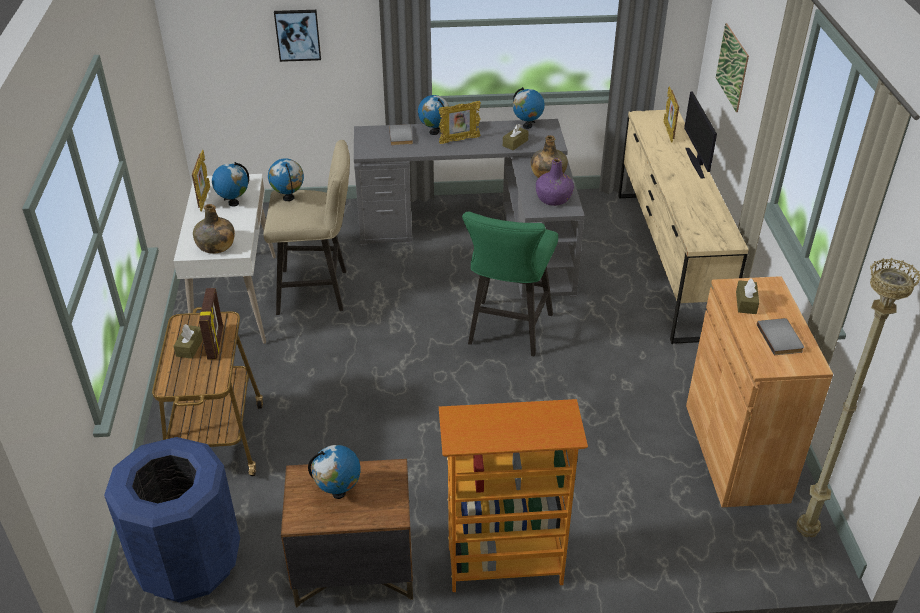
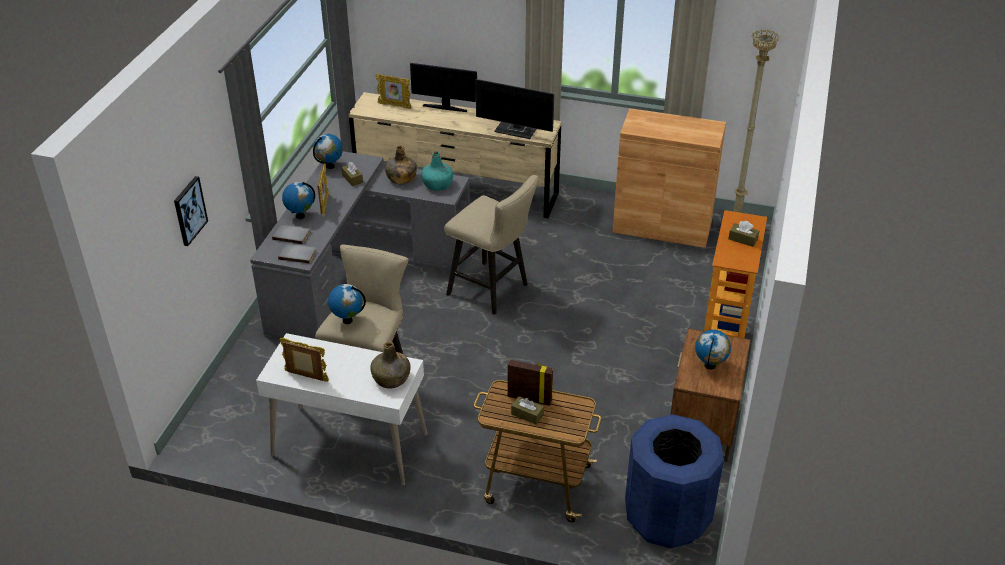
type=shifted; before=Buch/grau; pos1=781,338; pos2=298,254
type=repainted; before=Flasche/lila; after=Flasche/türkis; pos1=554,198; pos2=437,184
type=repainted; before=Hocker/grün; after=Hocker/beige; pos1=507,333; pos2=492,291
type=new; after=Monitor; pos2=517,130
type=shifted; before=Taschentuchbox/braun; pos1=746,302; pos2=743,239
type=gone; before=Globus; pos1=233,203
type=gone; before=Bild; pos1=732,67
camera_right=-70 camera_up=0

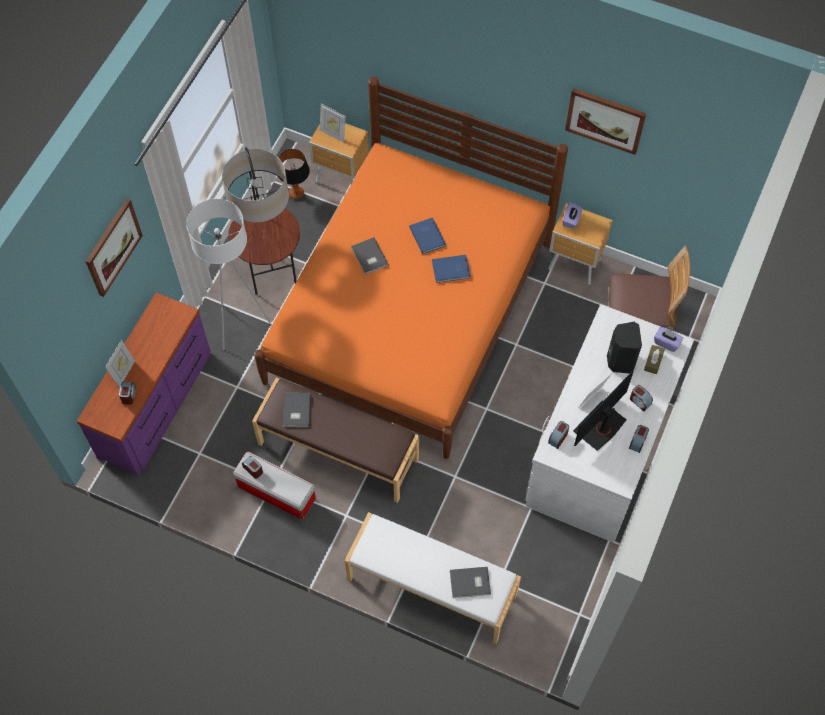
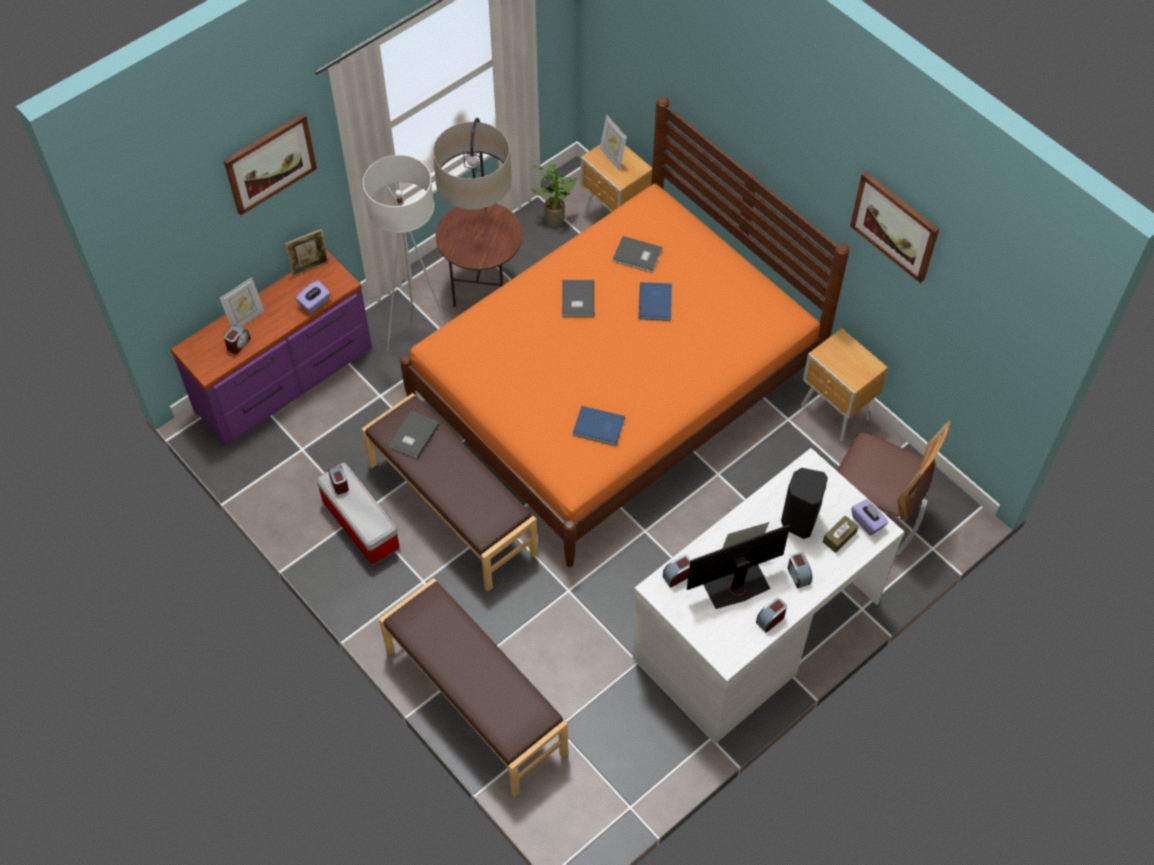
type=new; after=Bilderrahmen; pos2=310,267
type=shifted; before=Taschentuchbox/lila; pos1=571,220; pos2=315,303
type=repainted; before=Bank/weiß; after=Bank/braun; pos1=431,588; pos2=474,702
type=swapped; before=Tischlampe; after=Topfpflanze; pos1=296,193; pos2=556,217
type=shifted; before=Buch/blau; pos1=451,270; pos2=599,427
type=shifted; before=Buch/grau; pos1=470,583; pos2=637,256
camera_right=25 camera_up=-5

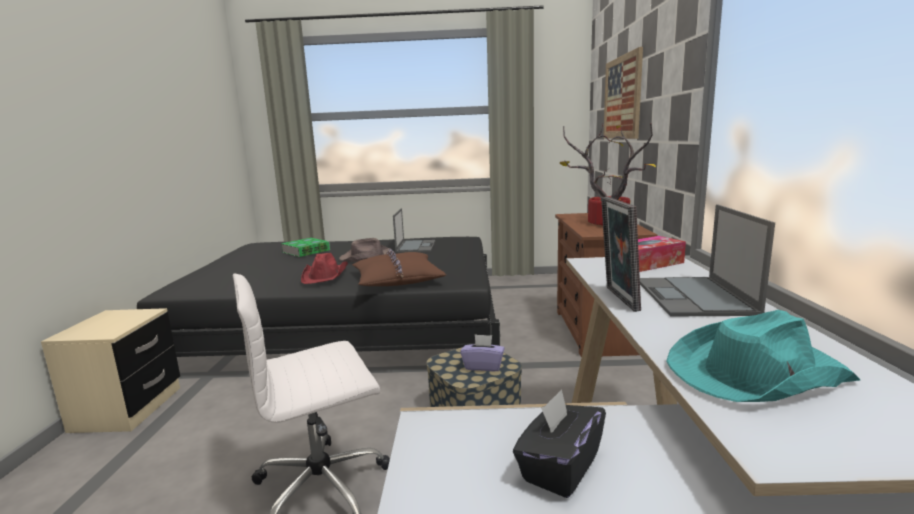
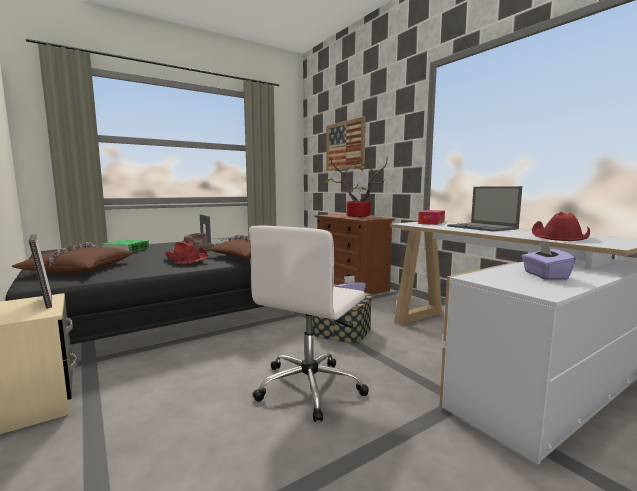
type=new; after=Kissen/braun; pos2=79,269
type=shifted; before=Bilderrahmen; pos1=617,299; pos2=45,302
type=repainted; before=Taschentuchbox/schwarz; after=Taschentuchbox/lila; pos1=559,467; pos2=544,276
type=repainted; before=Hut/türkis; after=Hut/rot; pos1=755,373; pos2=560,237
camera_right=-35 camera_up=-5

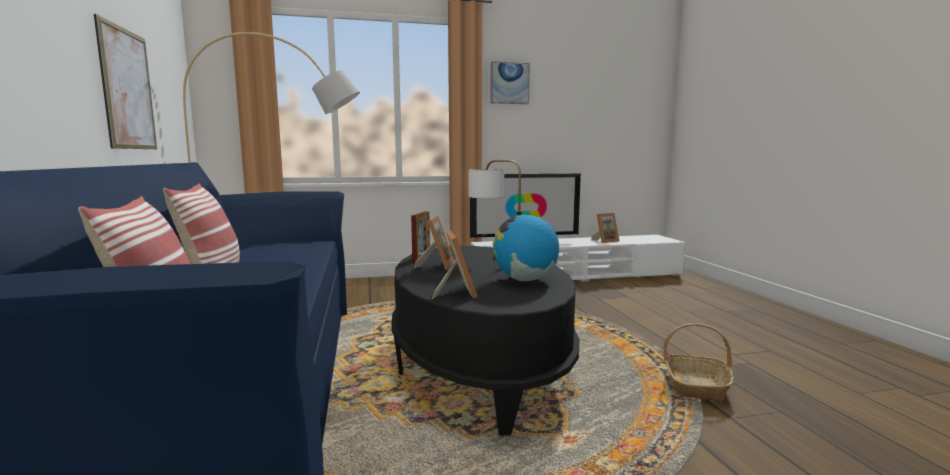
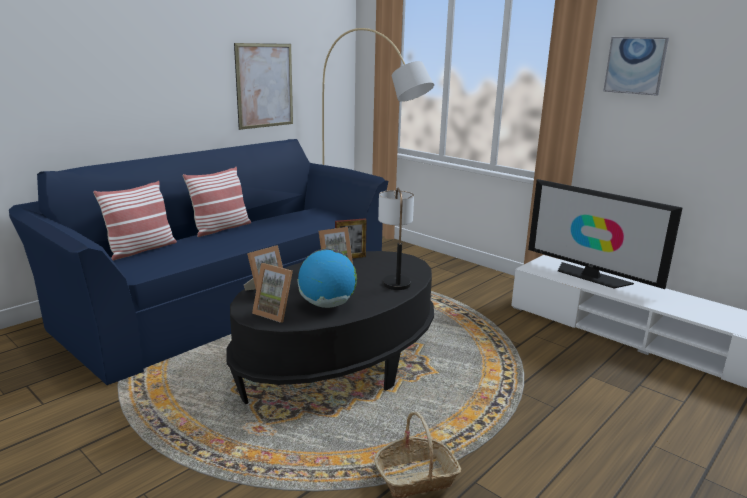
type=shifted; before=Bilderrahmen; pos1=605,241; pos2=276,313
camera_right=55 camera_up=10

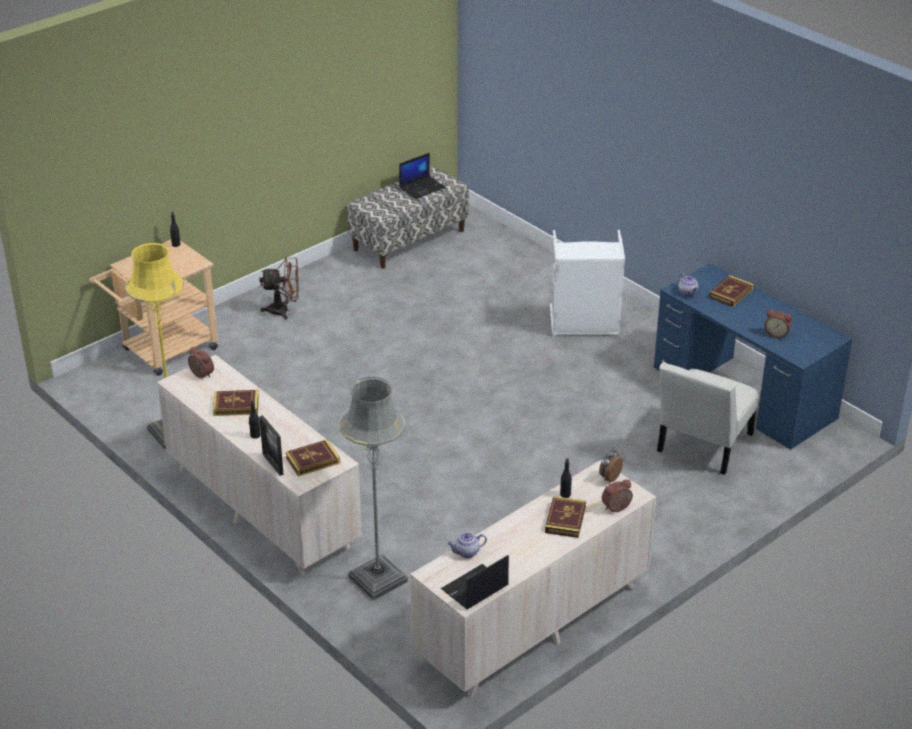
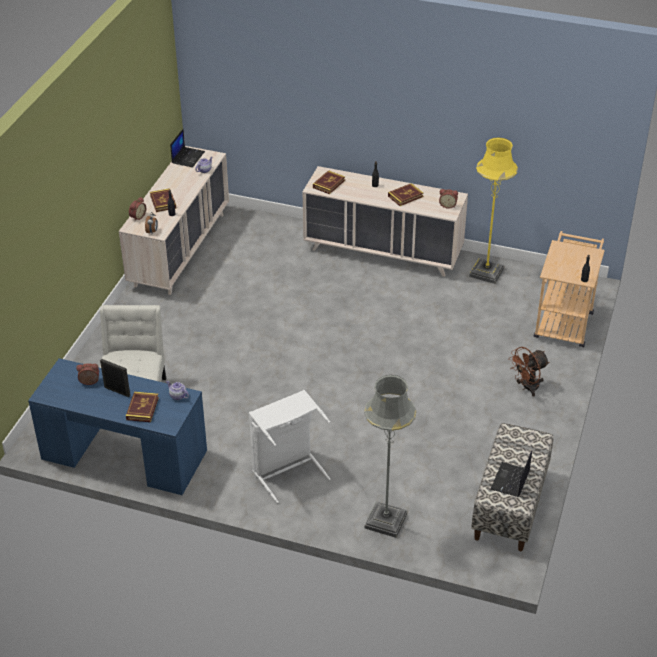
type=shifted; before=Bilderrahmen; pos1=273,464; pos2=117,391
type=shifted; before=Stehlampe/grau; pos1=378,579; pos2=386,521
camera_right=150 camera_up=5

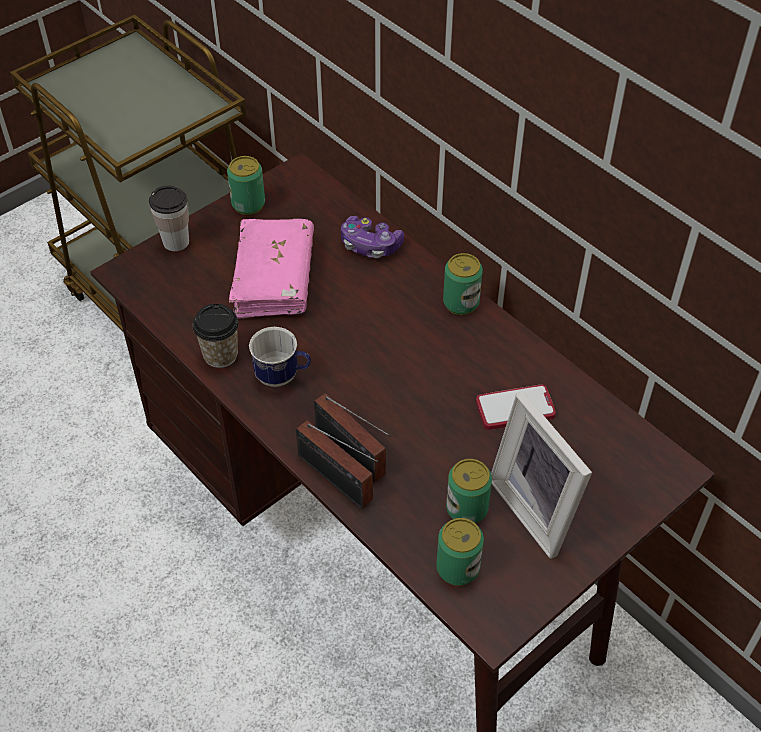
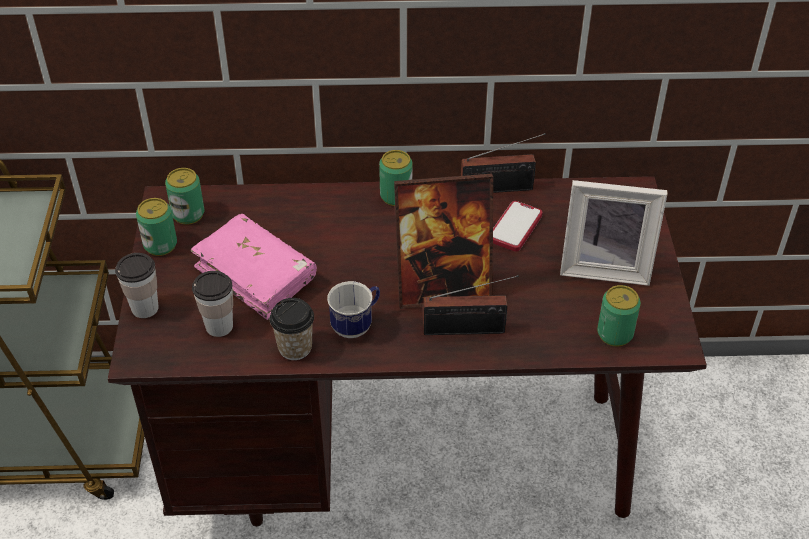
type=shifted; before=Dose; pos1=466,509; pos2=188,214
type=new; after=Tasse; pos2=219,326
type=new; after=Bilderrahmen; pos2=443,289
type=shifted; before=Radio; pos1=338,481; pos2=501,189
type=gone; before=Gamepad; pos1=370,245
camera_right=-50 camera_up=-5

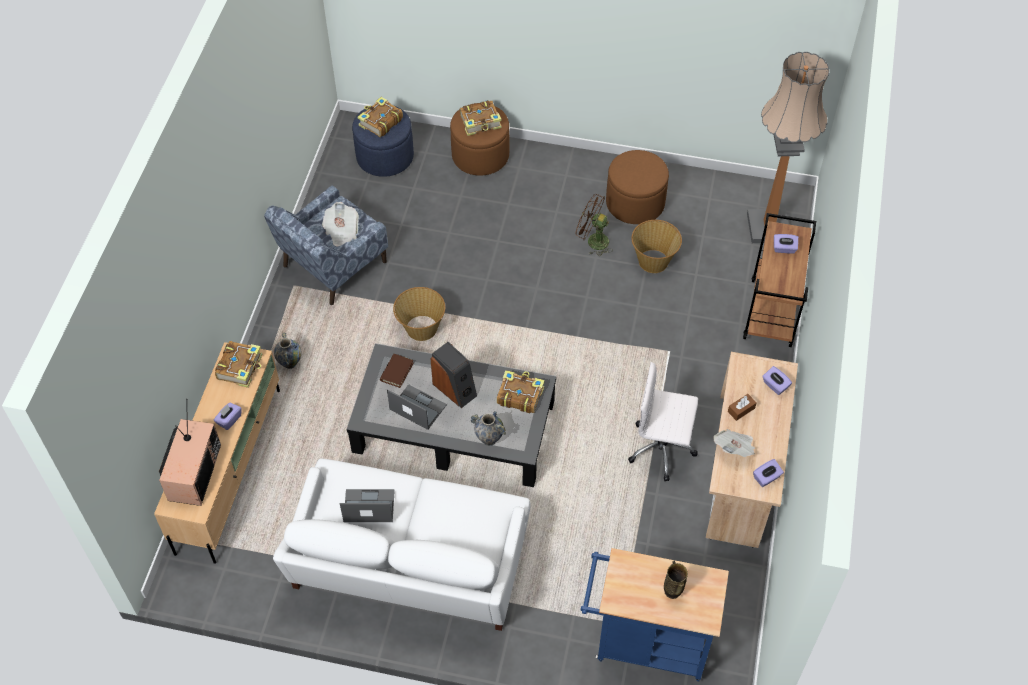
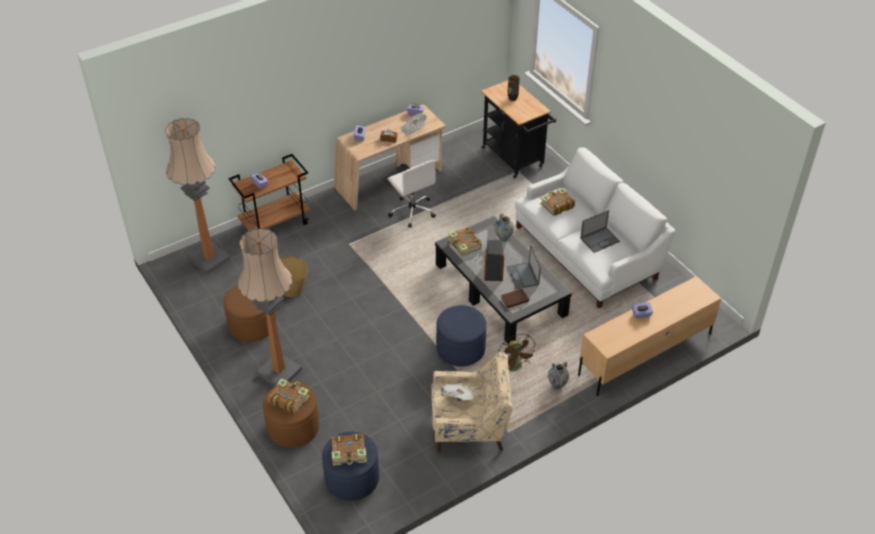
type=new; after=Stehlampe; pos2=279,372
type=repainted; before=Sessel/blau; after=Sessel/beige; pos1=333,265; pos2=470,426
type=swapped; before=Korb; after=Polsterhocker/blau; pos1=421,329; pos2=460,349
type=repainted; before=Rollwagen/blau; after=Rollwagen/schwarz; pos1=645,642; pos2=515,159
type=shifted; before=Ventilator/braun; pos1=593,241; pos2=515,367
type=shifted; before=Buch; pos1=240,367; pos2=556,205
type=rotated; before=Laptop; pos1=368,506; pos2=600,240; turn=-75
type=gone; before=Fernseher; pos1=193,471
camera_right=-135 camera_up=-10

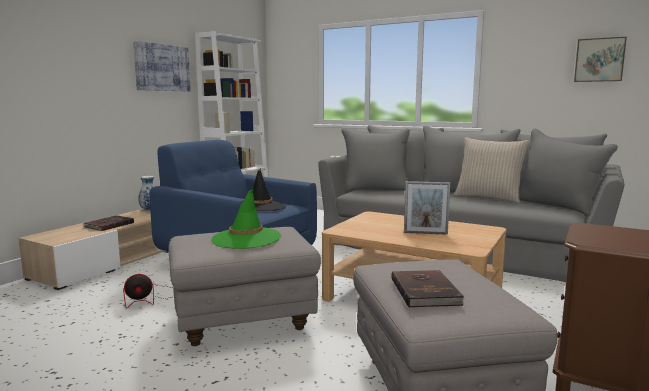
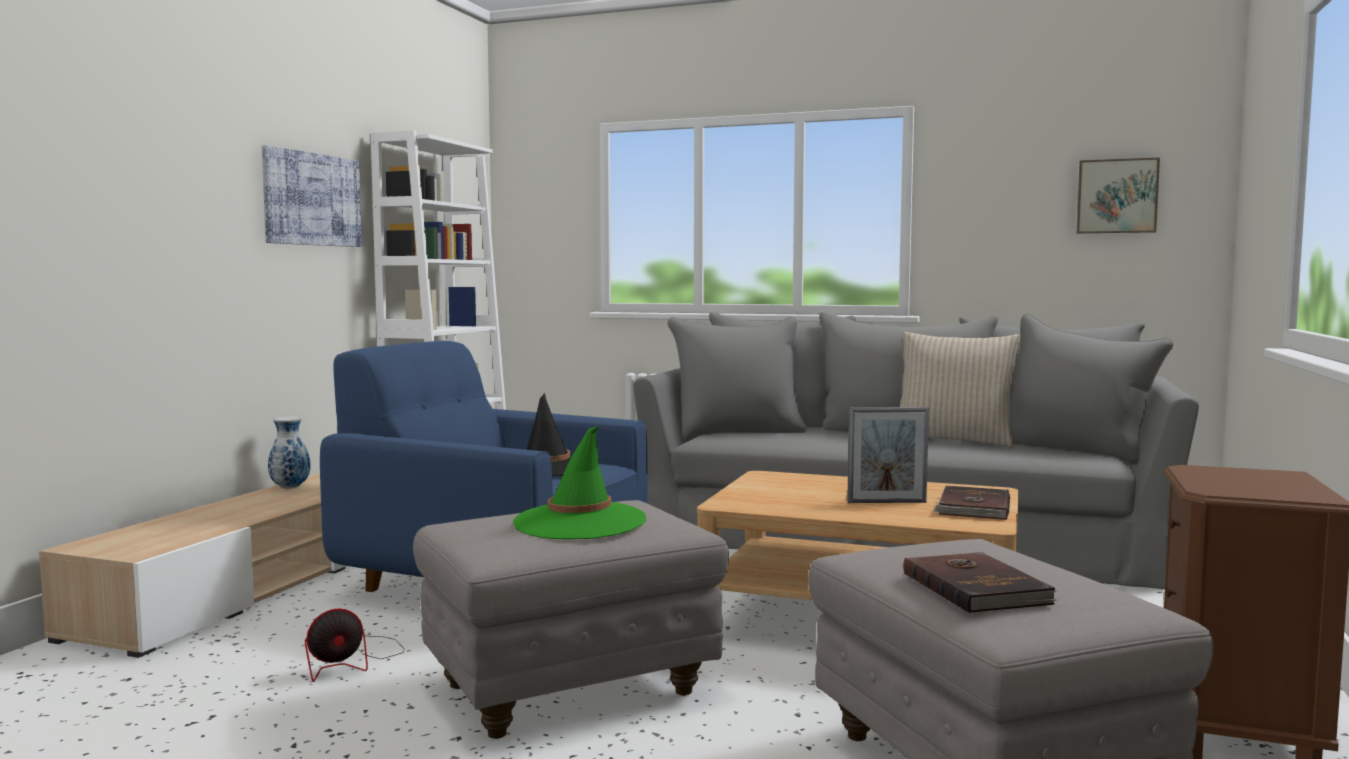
type=shifted; before=Buch/braun; pos1=108,225; pos2=972,507
camera_right=-10 camera_up=-5

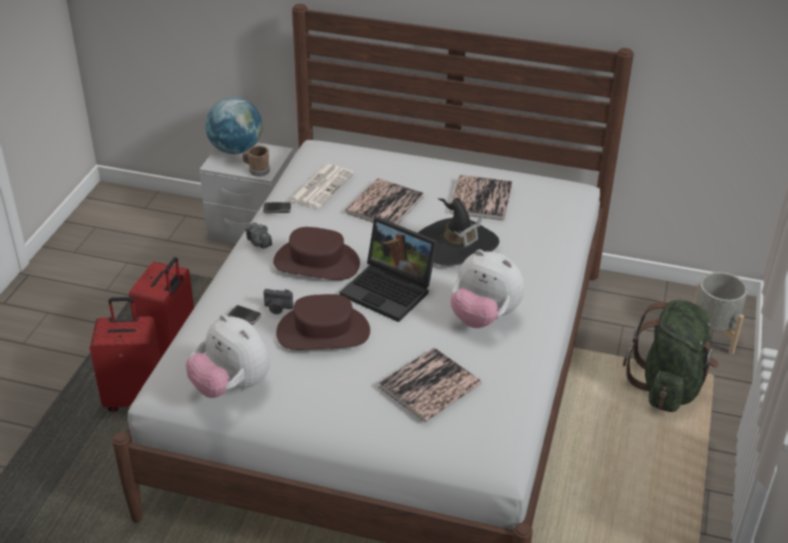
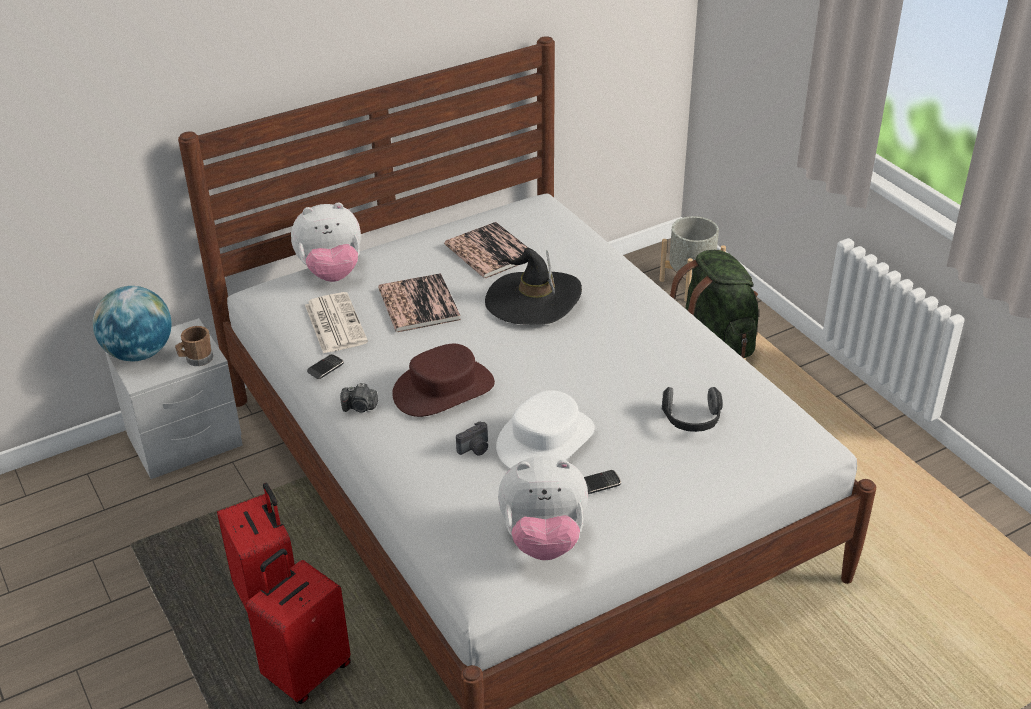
type=shifted; before=Plüschtier; pos1=484,317; pos2=331,273
type=repainted; before=Hut/braun; after=Hut/weiß; pos1=323,331; pos2=545,440
type=shifted; before=Handy; pos1=244,316; pos2=600,484
type=swapped; before=Buch; after=Kopfhörer; pos1=429,386; pos2=691,421
type=gone; before=Laptop; pos1=390,290
camera_right=-45 camera_up=0

